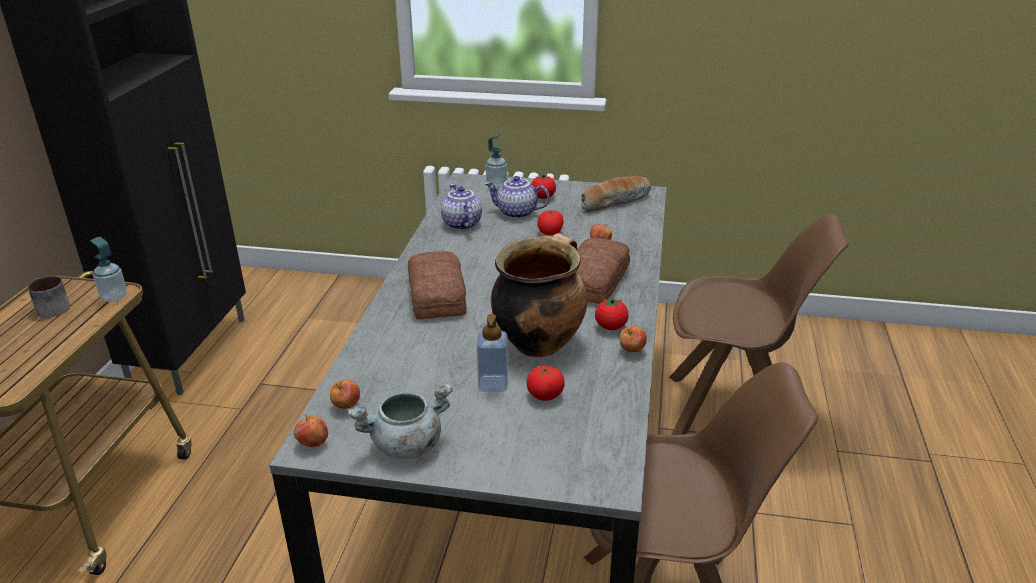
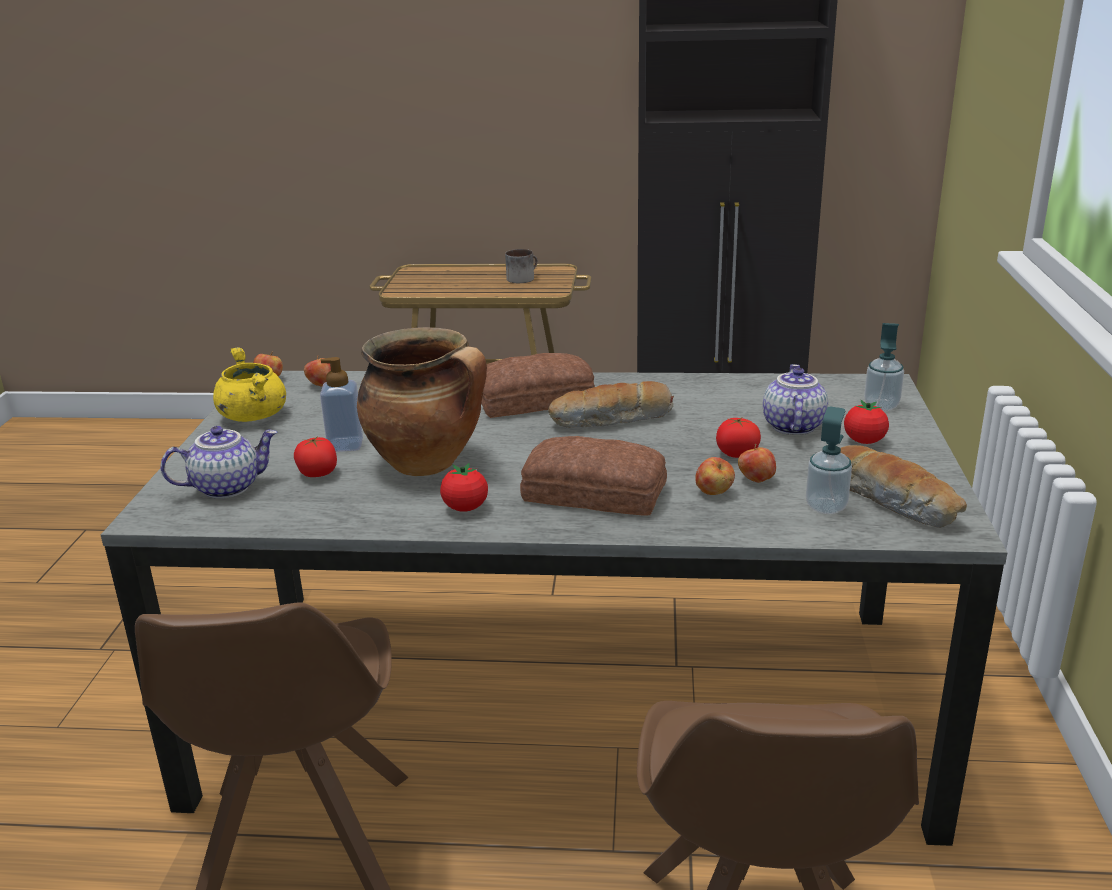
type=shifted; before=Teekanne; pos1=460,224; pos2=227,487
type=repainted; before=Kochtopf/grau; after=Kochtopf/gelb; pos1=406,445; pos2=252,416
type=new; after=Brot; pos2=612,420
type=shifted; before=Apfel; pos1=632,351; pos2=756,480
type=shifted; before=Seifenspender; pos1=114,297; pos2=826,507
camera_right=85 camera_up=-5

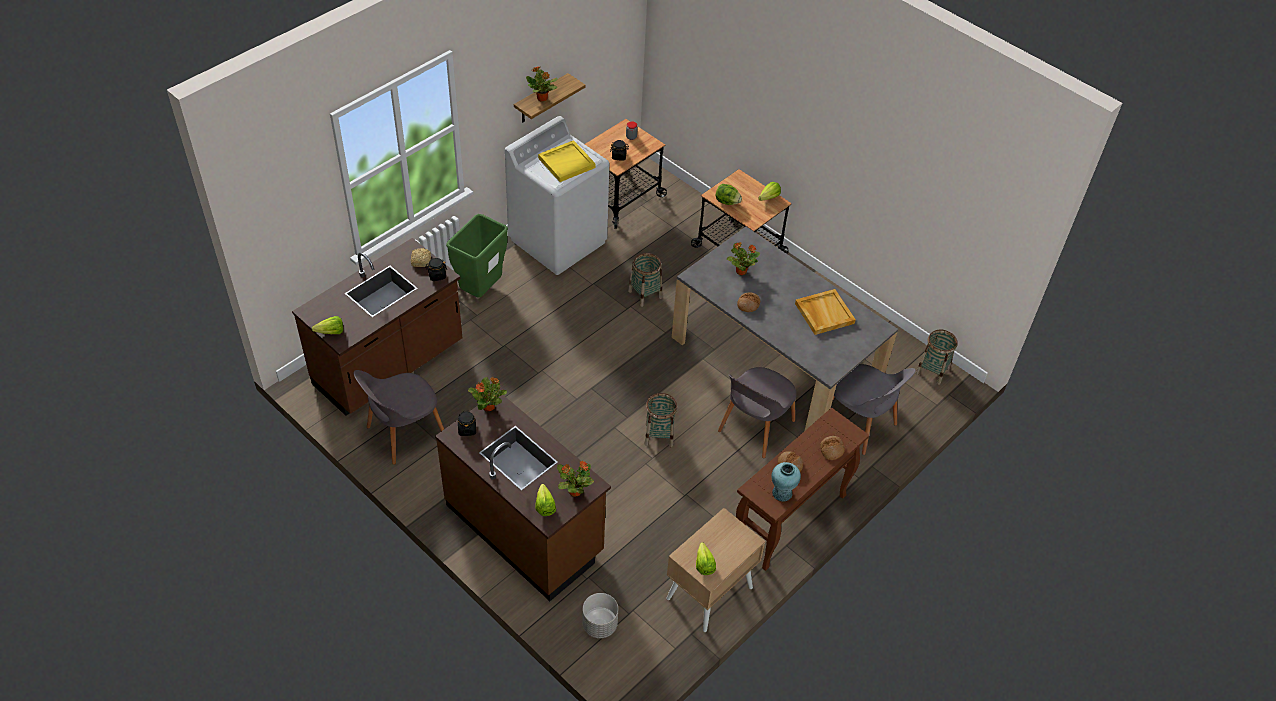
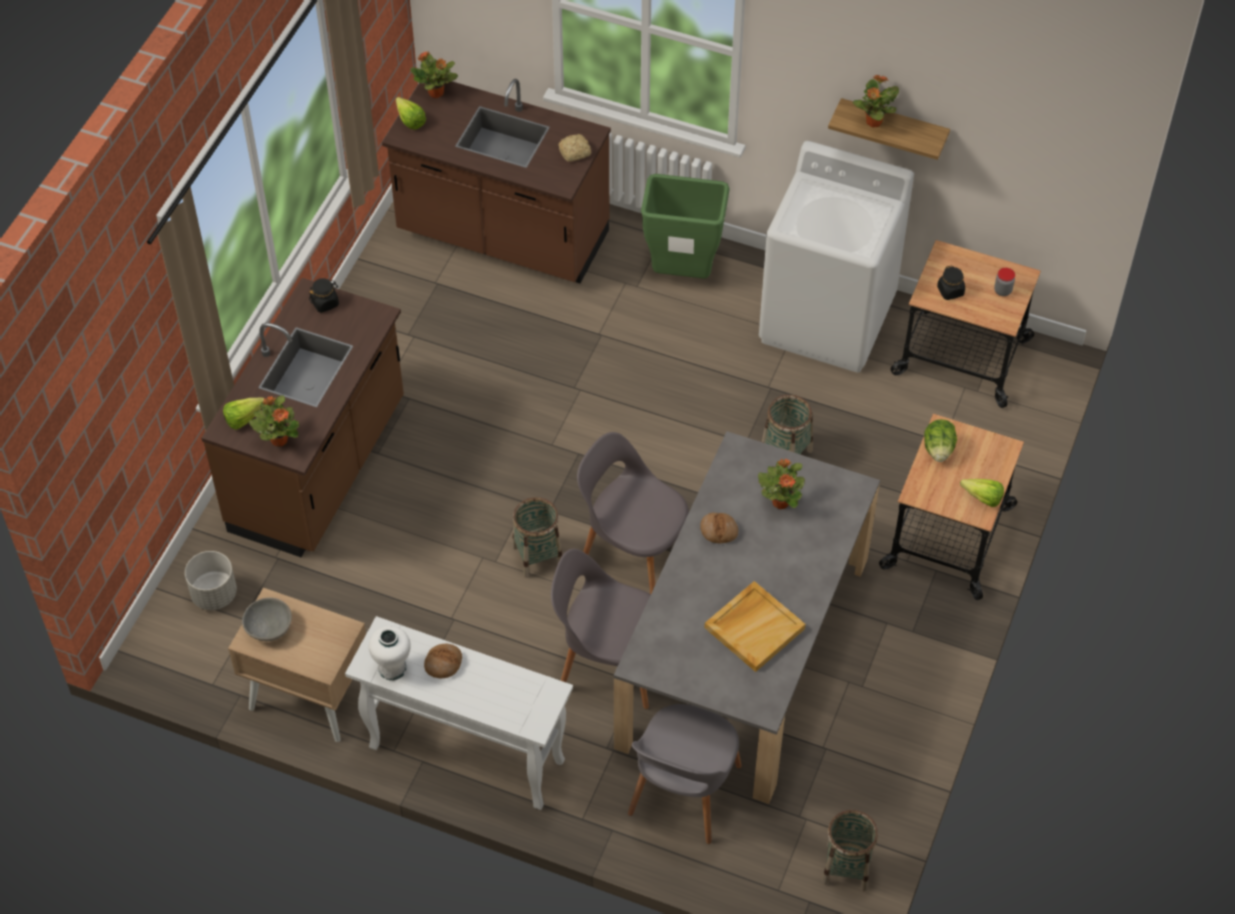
type=swapped; before=Salatkopf; after=Schüssel/grau; pos1=704,562; pos2=268,628
type=repainted; before=Konsolentisch/braun; after=Konsolentisch/weiß; pos1=790,521; pos2=465,754
type=repainted; before=Vase/türkis; after=Vase/weiß; pos1=782,493; pos2=392,667
type=shifted; before=Topfpflanze; pos1=489,406; pos2=436,93
type=shifted; before=Stuhl/grau; pos1=404,433; pos2=634,554
type=gone; before=Vorratsglas/schwarz; pos1=437,275
type=gone; before=Tablett/gelb; pos1=566,162
type=gone; before=Brot; pos1=831,450
camera_right=70 camera_up=5

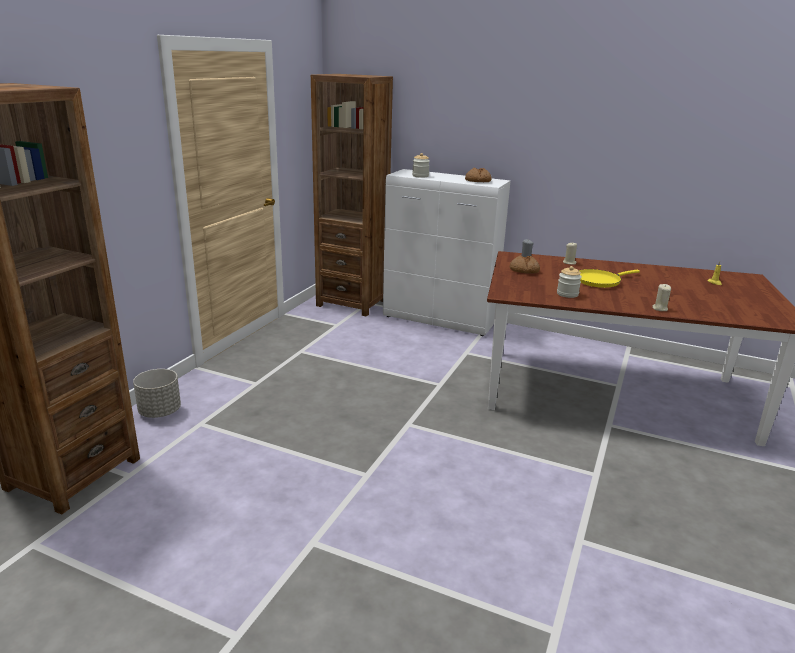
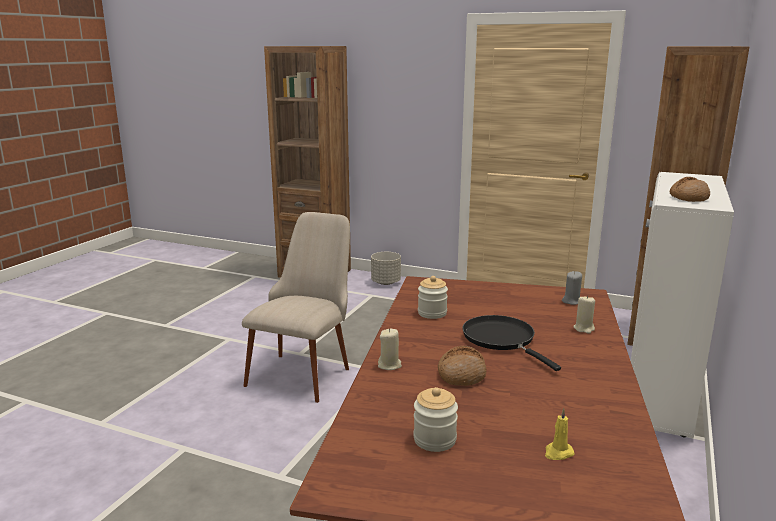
type=new; after=Stuhl/beige; pos2=306,369
type=shifted; before=Vorratsglas; pos1=420,176; pos2=434,439
type=shifted; before=Brot; pos1=524,270; pos2=461,374
type=repainted; before=Pfanne/gelb; after=Pfanne/schwarz; pos1=599,281; pos2=501,339
camera_right=90 camera_up=-5

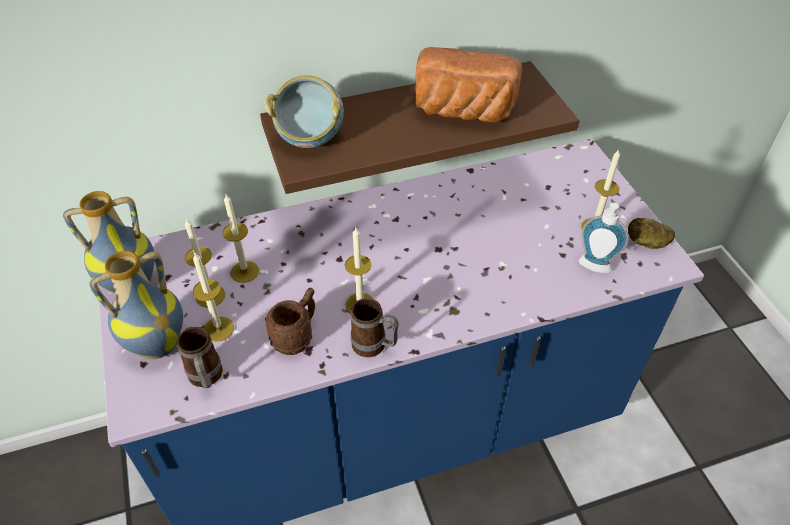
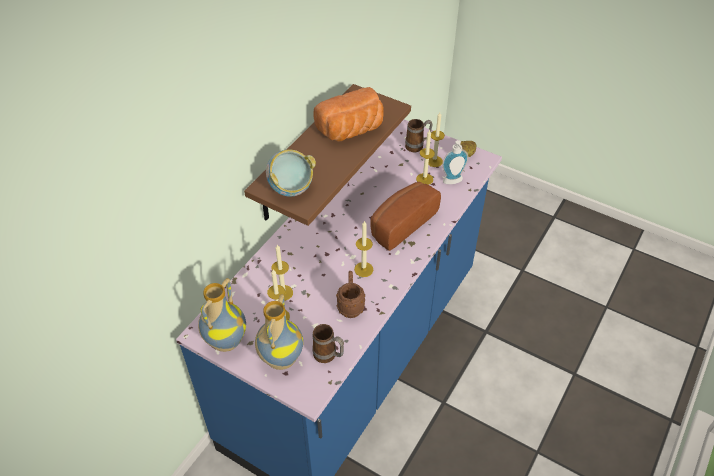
type=new; after=Brot; pos2=400,223
type=shifted; before=Henkelbecher; pos1=375,347; pos2=417,146
type=shifted; before=Kerze; pos1=218,329; pos2=424,179
camera_right=-40 camera_up=0

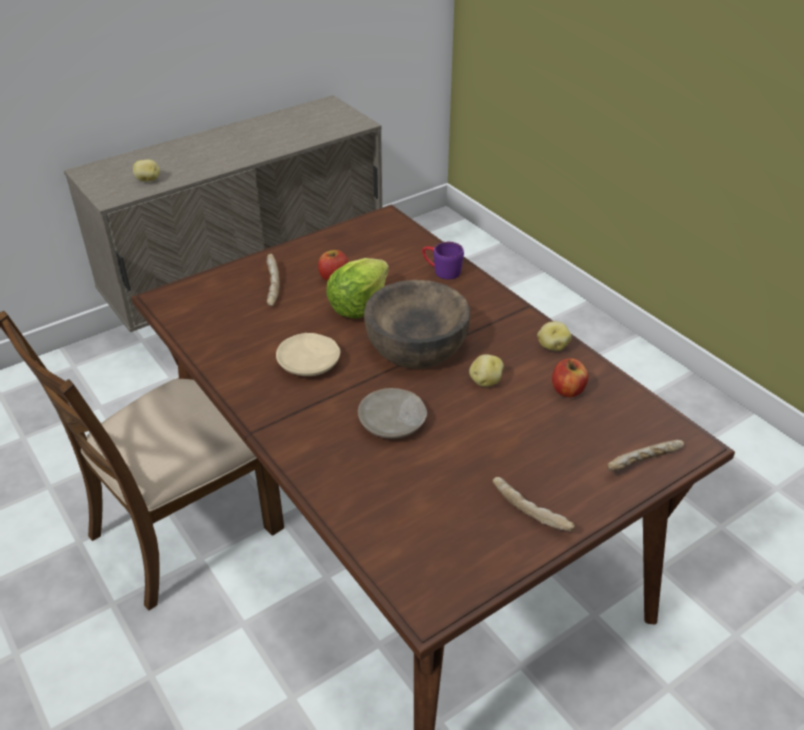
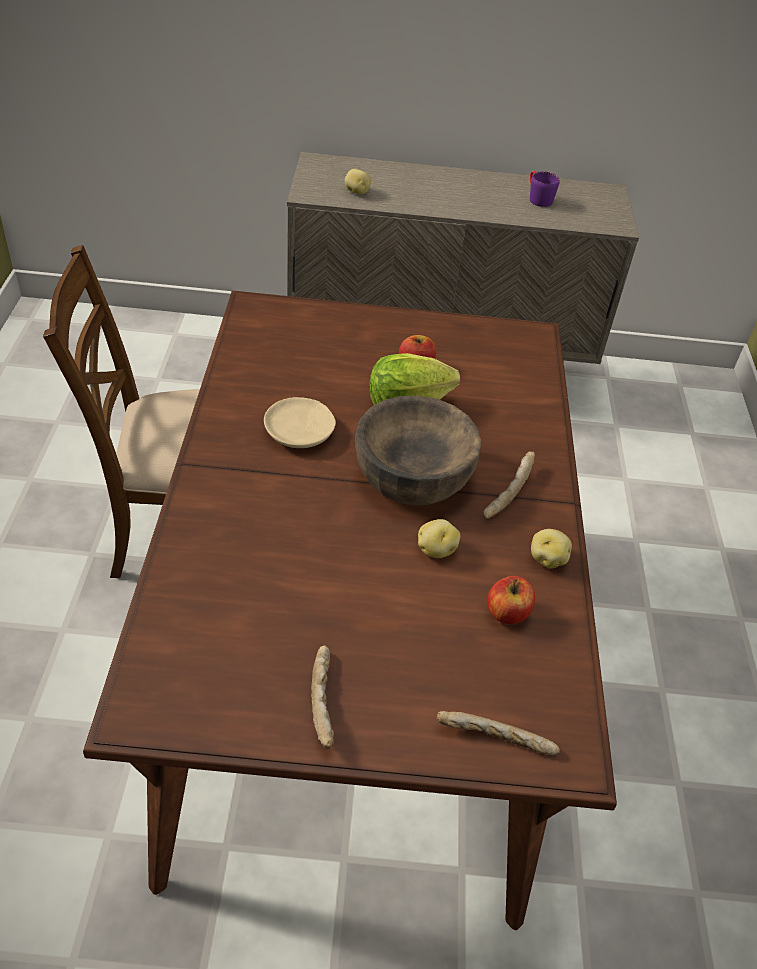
type=shifted; before=Brot; pos1=271,286; pos2=507,491
type=shifted; before=Henkelbecher/lila; pos1=441,271; pos2=537,198
type=gone; before=Teller/beige; pos1=392,422
camera_right=35 camera_up=5

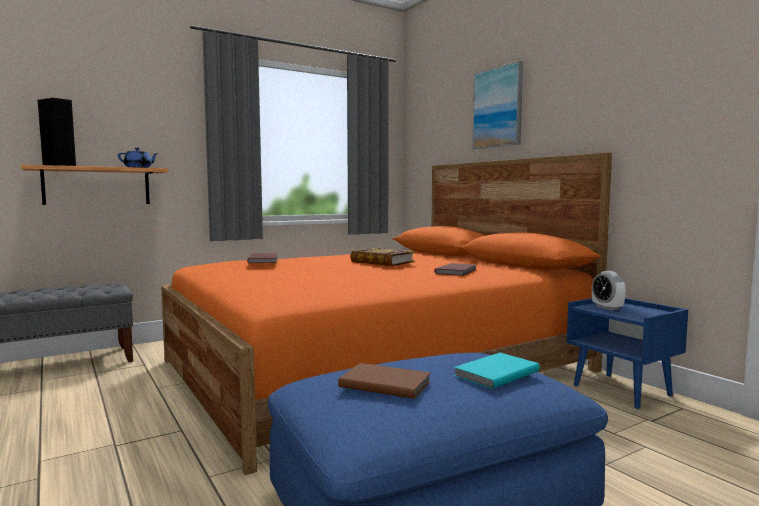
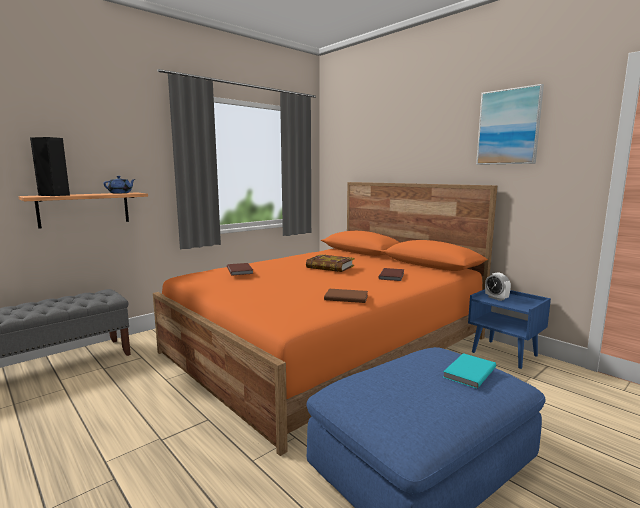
type=shifted; before=Buch/braun; pos1=385,383; pos2=346,297
type=shifted; before=Bild; pos1=498,107; pos2=508,127
camera_right=-10 camera_up=5

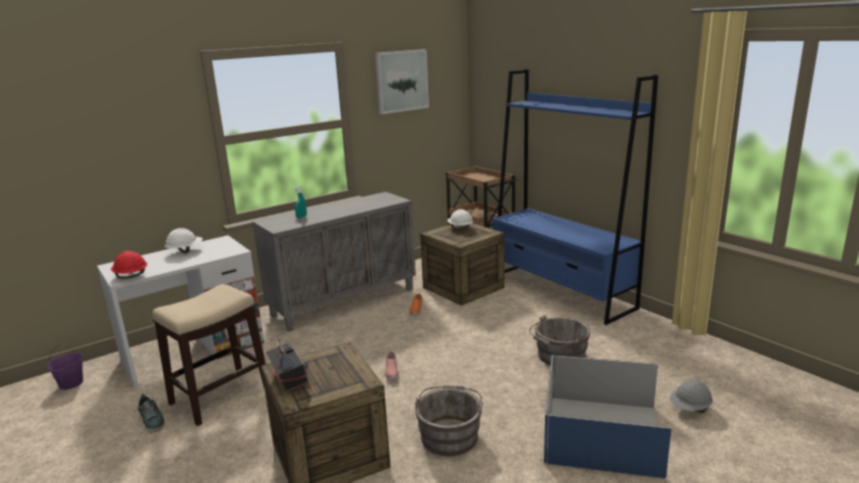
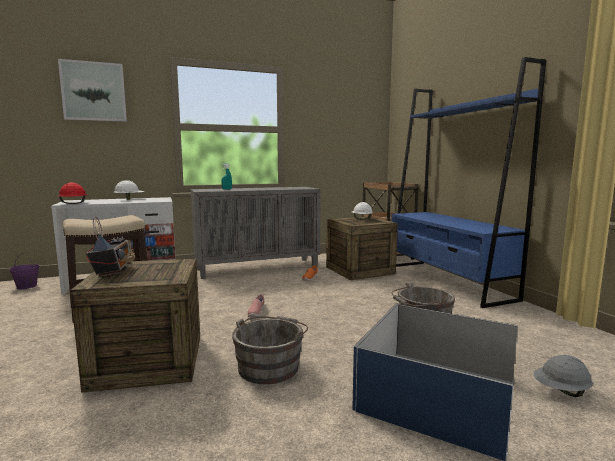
type=shifted; before=Bild; pos1=401,81; pos2=94,91
type=gone; before=Schuh; pos1=152,420
camera_right=15 camera_up=-10

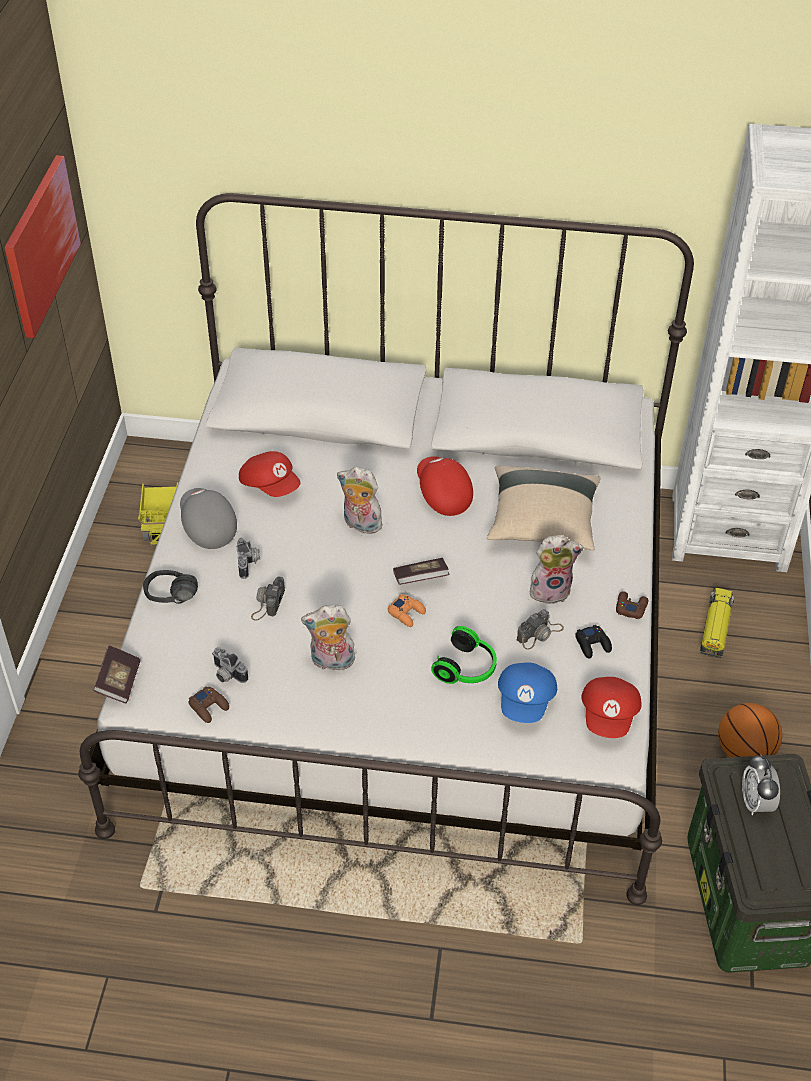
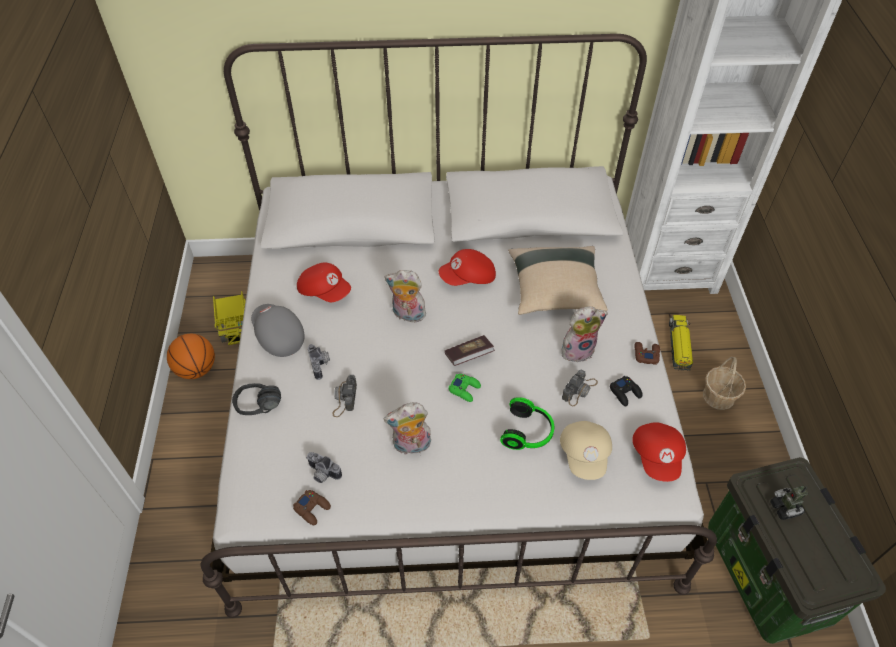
type=shifted; before=Basketball; pos1=744,752; pos2=196,369
type=rotated; before=Kappe/rot; pos1=442,494; pos2=468,278; turn=-75
type=repainted; before=Gamepad/orange; after=Gamepad/grün; pos1=406,613; pos2=465,389
type=repainted; before=Kappe/blau; after=Kappe/beige; pos1=526,701; pos2=585,455
type=new; after=Korb; pos2=719,396
type=swapped; before=Wecker; after=Spielzeugroboter; pos1=756,802; pos2=785,508
type=gone; before=Bild; pos1=40,245
type=gone; before=Buch; pos1=119,682
camera_right=-10 camera_up=5

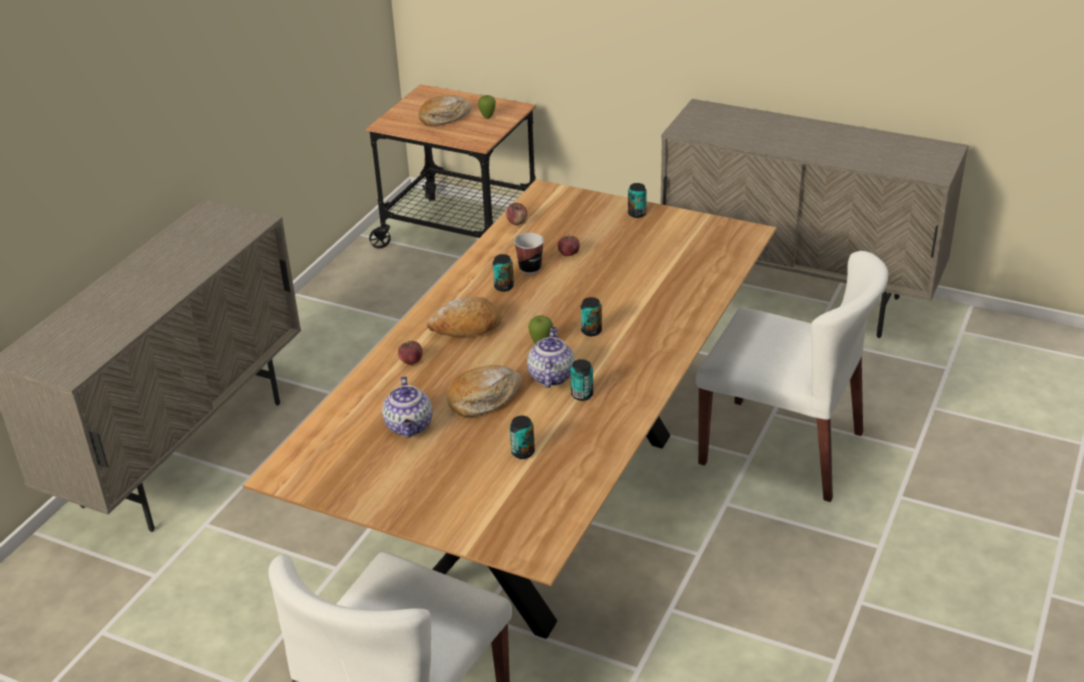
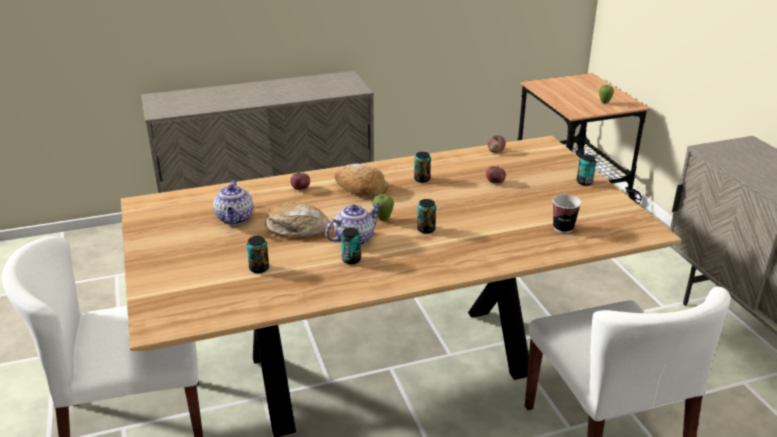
type=rotated; before=Teekanne; pos1=409,427; pos2=235,219; turn=-45
type=shifted; before=Tasse; pos1=530,268; pos2=563,228
type=gone; before=Brot; pos1=445,118
camera_right=45 camera_up=-5

